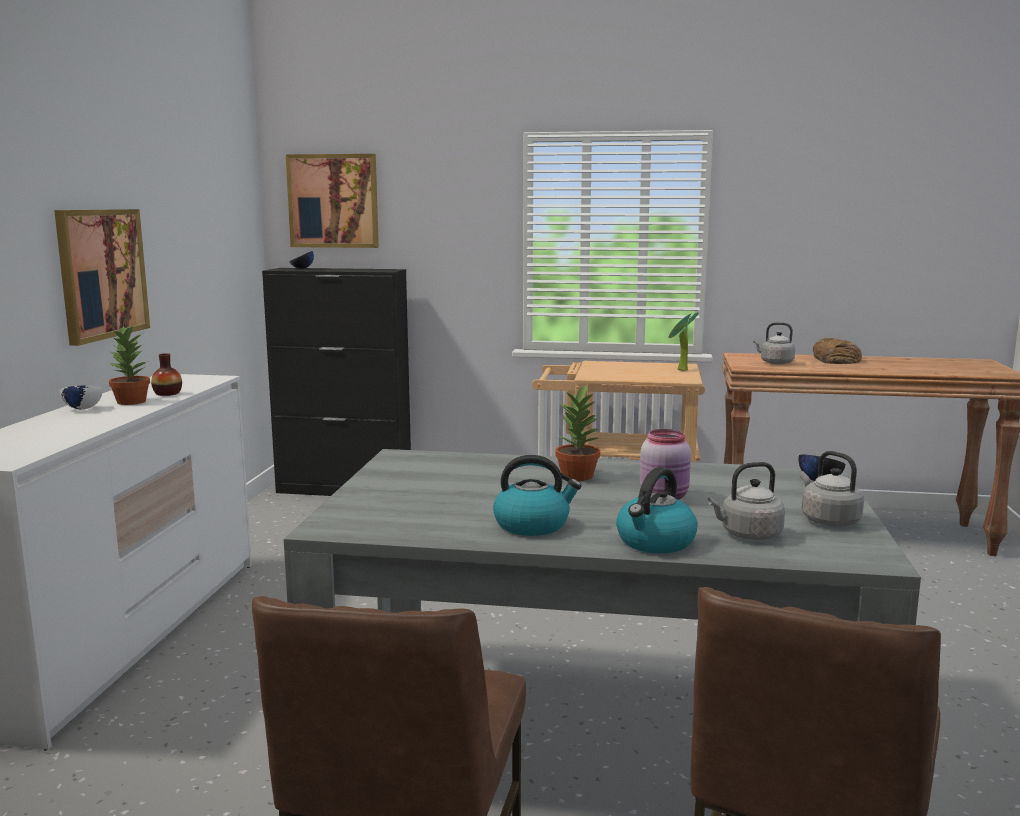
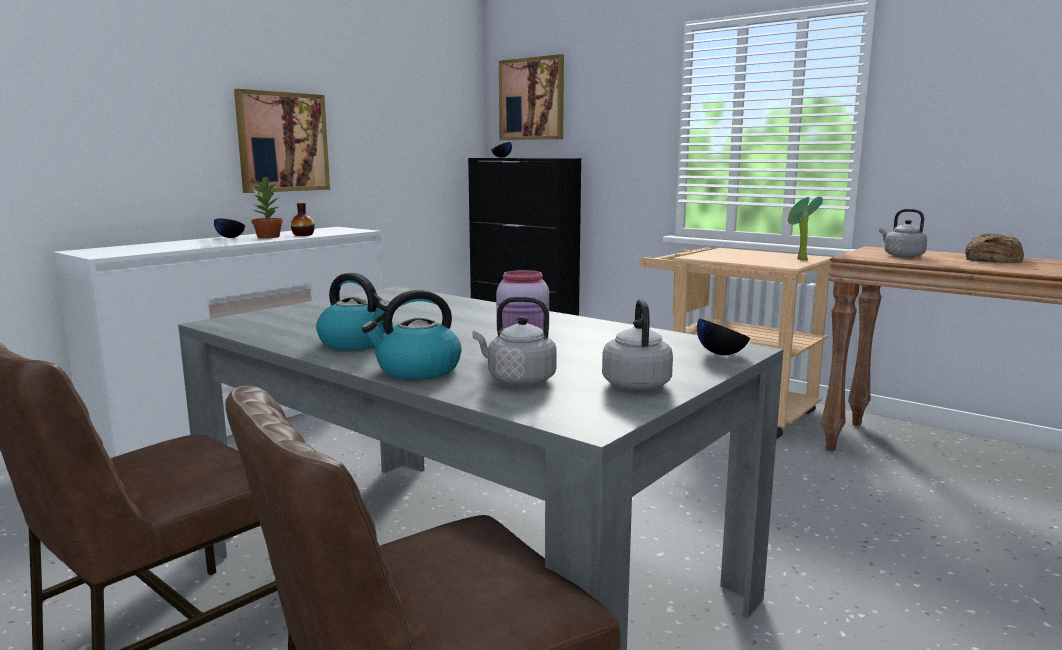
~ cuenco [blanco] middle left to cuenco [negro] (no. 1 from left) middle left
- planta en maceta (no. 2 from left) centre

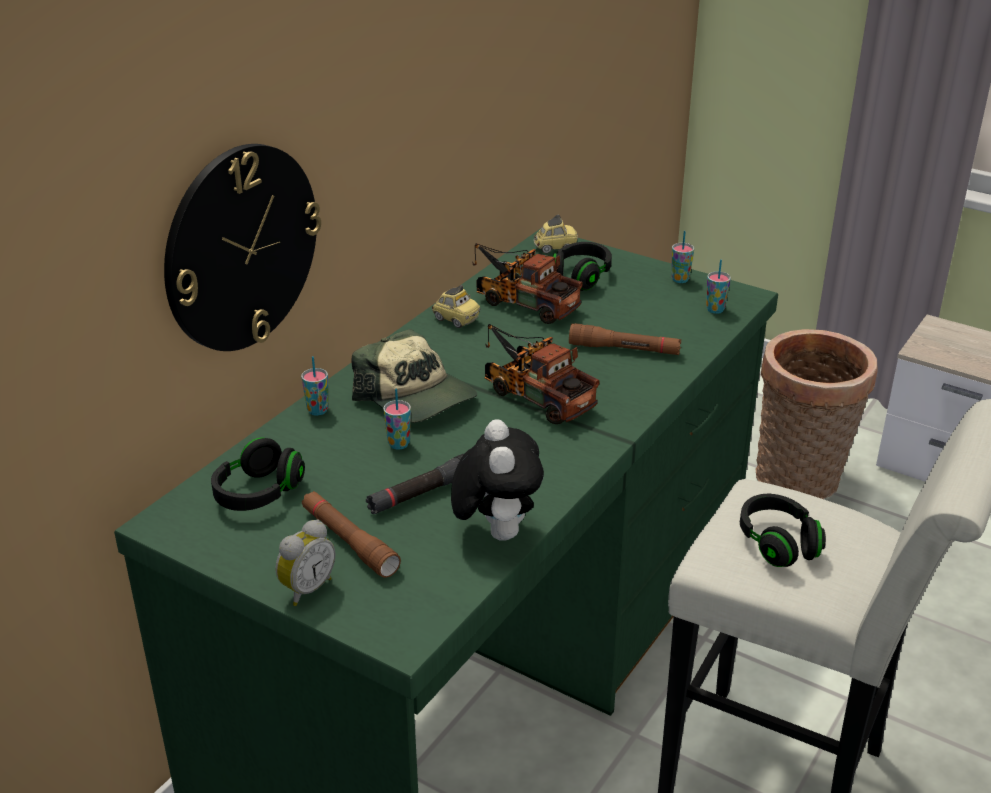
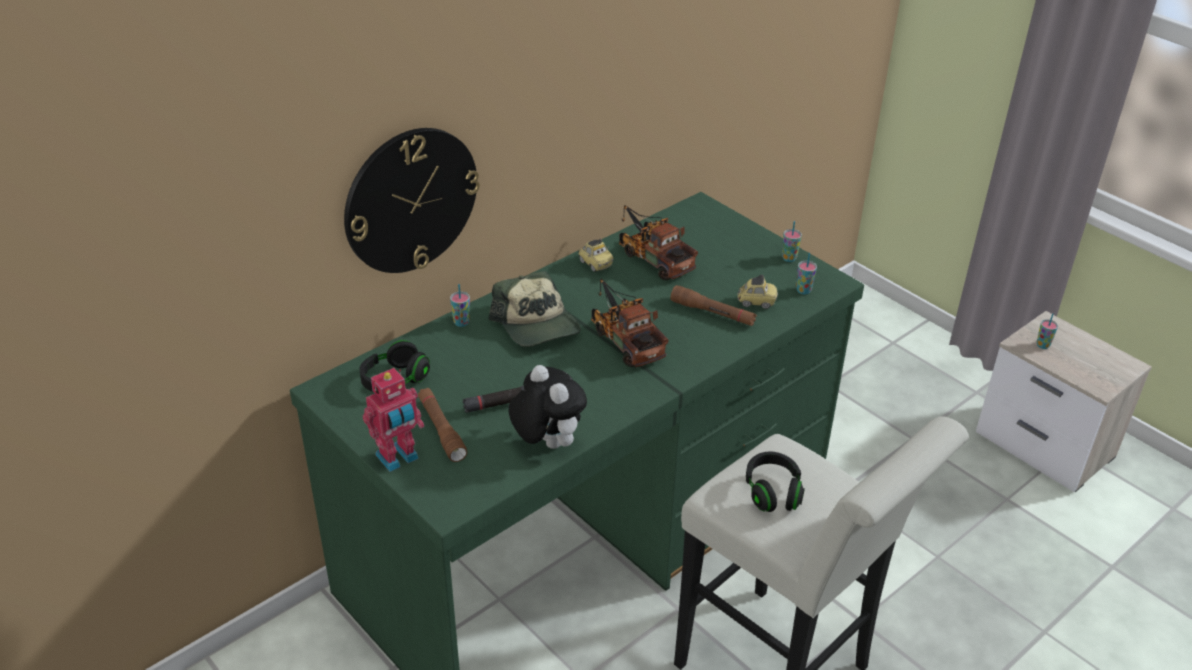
~ despertador bottom left to robot de juguete middle left
~ taza (no. 2 from left in the first image) centre to taza (no. 4 from left) middle right
~ peluche centre = centre 45 degrees counterclockwise
~ coche de juguete (no. 2 from left) top centre to centre
- auriculares [negro] (no. 2 from left) centre
- cesta middle right

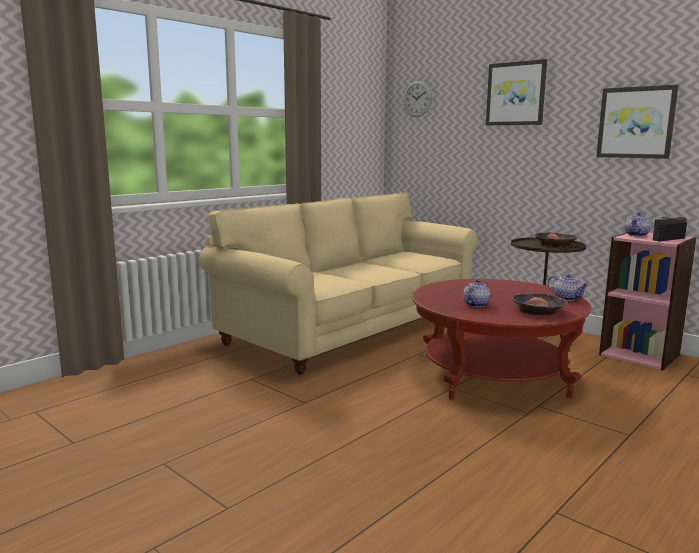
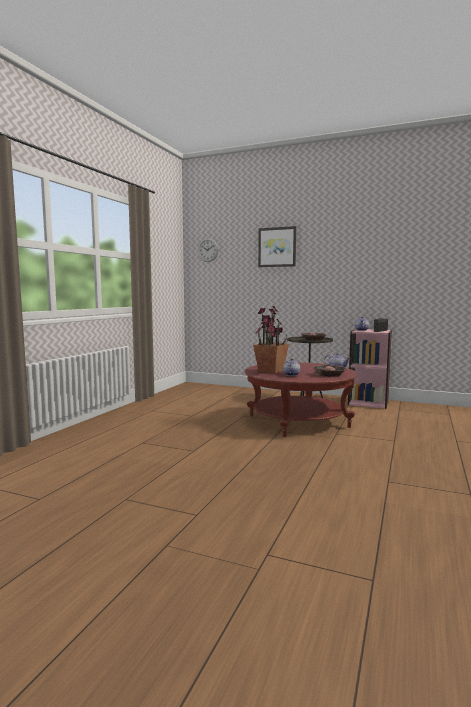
- sofá [beis] centre
- cuadro (no. 2 from left) top right
+ planta en maceta centre

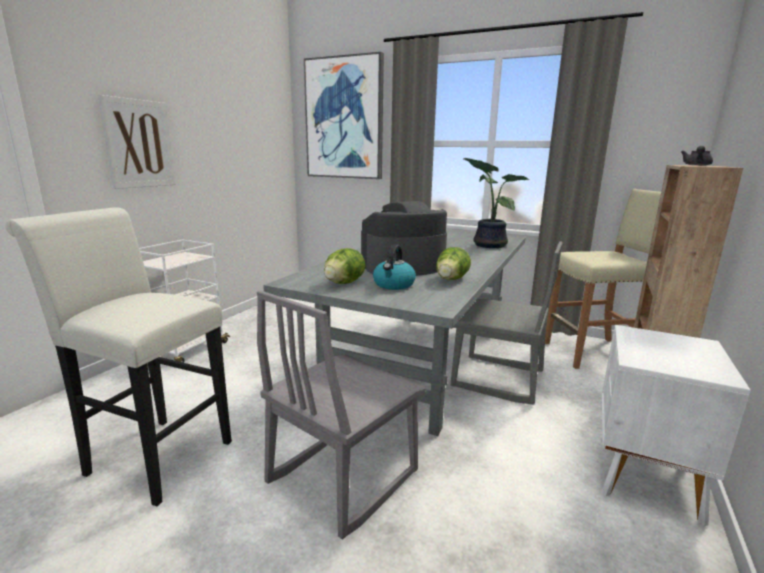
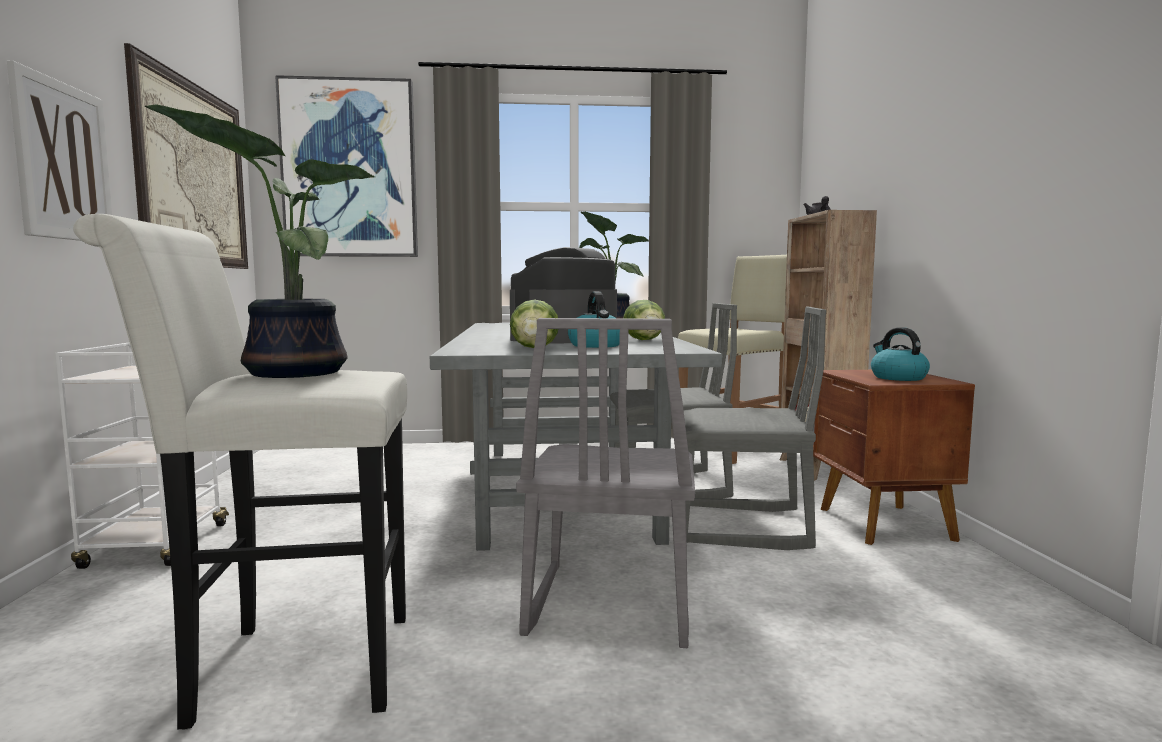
~ mesita de noche [blanco] bottom right to mesita de noche [marrón] middle right
+ cuadro (no. 2 from left) top left
+ planta en maceta (no. 1 from left) top left
+ silla [gris] (no. 3 from left) centre
+ hervidor (no. 2 from left) middle right

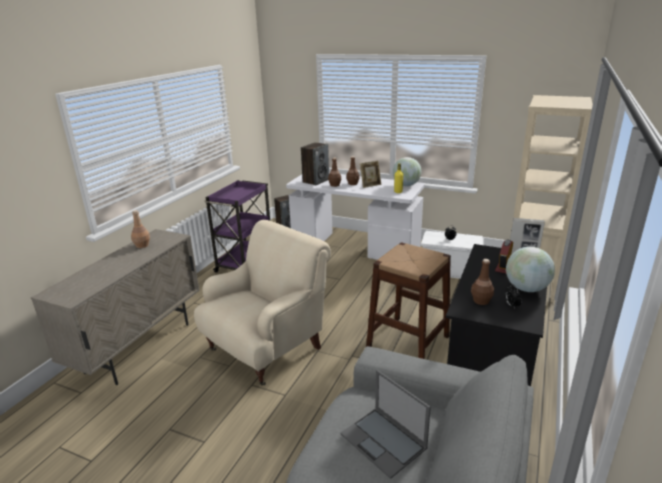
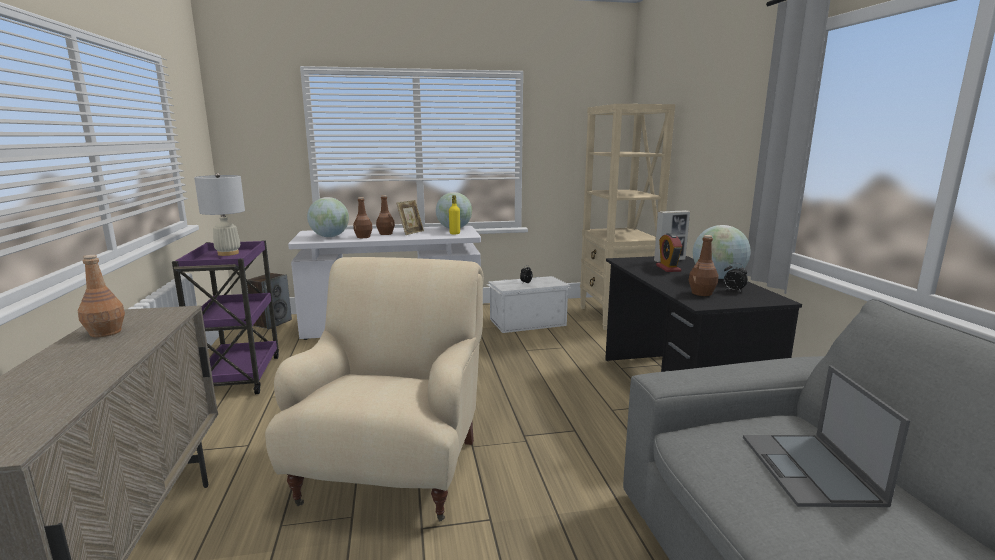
~ altavoz (no. 2 from left) centre to globo terráqueo (no. 1 from left) middle left
~ portátil bottom centre = bottom right 75 degrees clockwise
- taburete [marrón] centre
+ lámpara de mesa [blanco] middle left

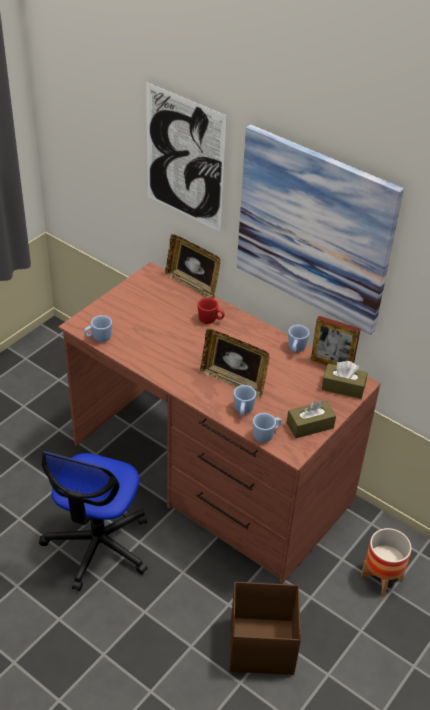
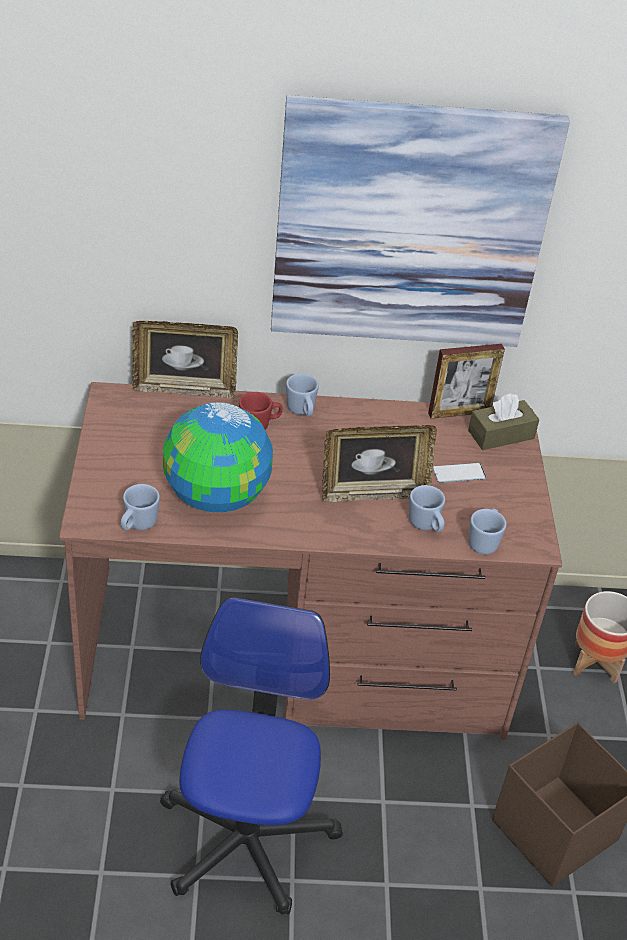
~ silla de oficina bottom left = bottom centre 150 degrees counterclockwise
- cuadro (no. 1 from left) top centre
- caja de pañuelos [marrón] (no. 1 from left) middle right
~ taza grande [azul] (no. 4 from left in the first image) middle right to taza grande [azul] (no. 2 from left) centre
+ globo terráqueo centre
+ móvil middle right

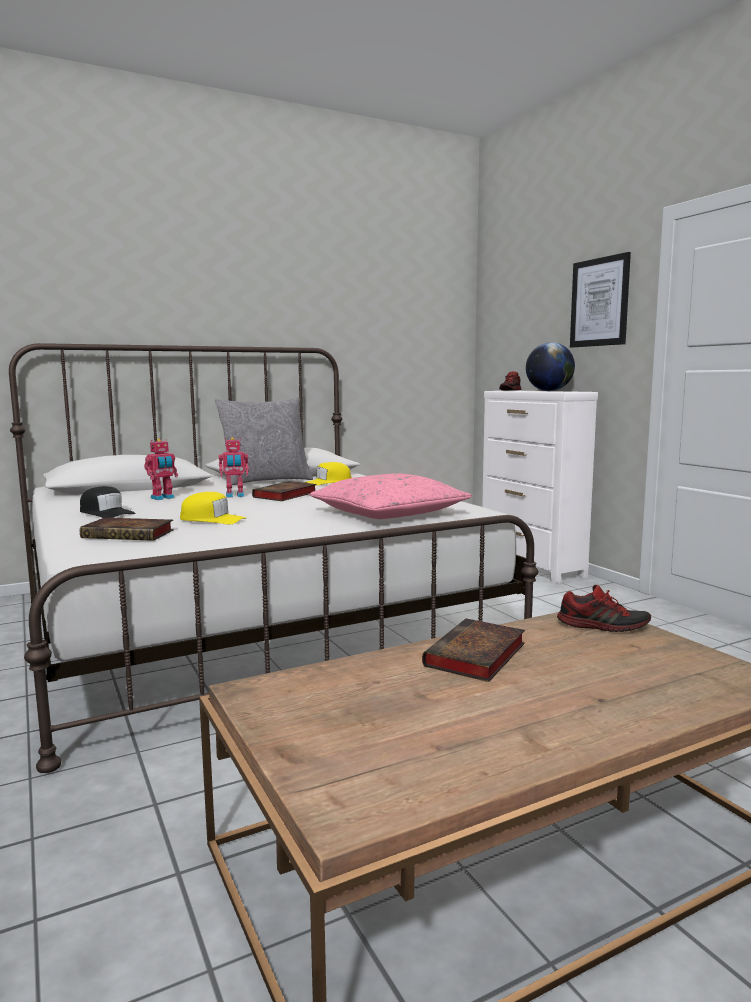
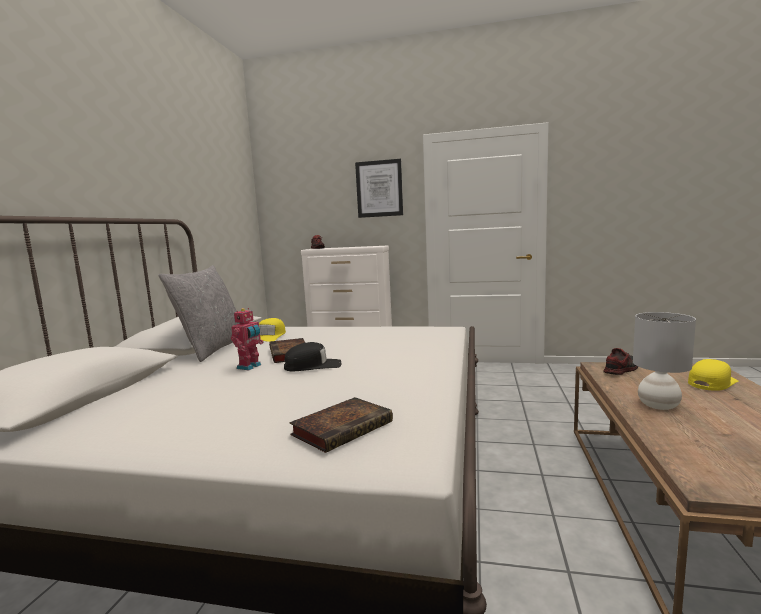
~ gorra [negro] middle left to centre
- robot de juguete (no. 1 from left) middle left
~ gorra [amarillo] (no. 1 from left in the first image) middle left to gorra [amarillo] (no. 2 from left) middle right
- cojín [rosa] centre
~ libro (no. 3 from left) centre to lámpara de mesa [gris] middle right
- globo terráqueo middle right

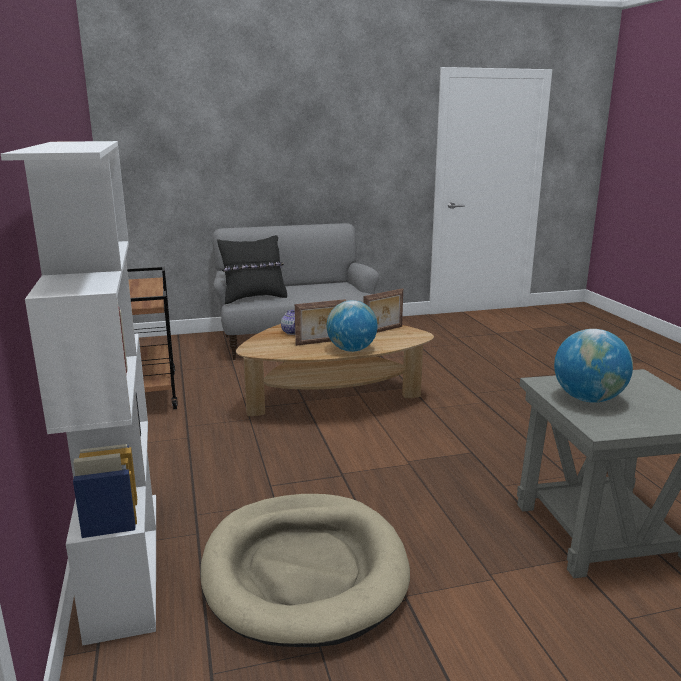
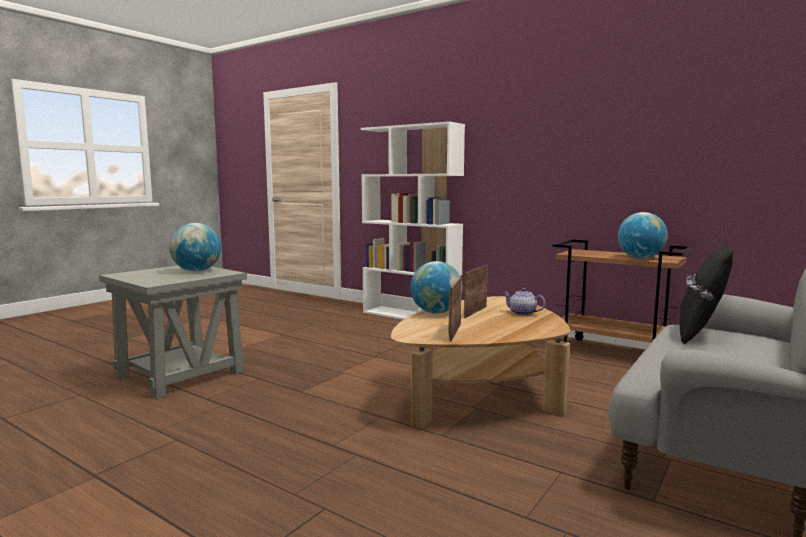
- cama para perro [beis] bottom centre
+ globo terráqueo (no. 3 from left) middle right

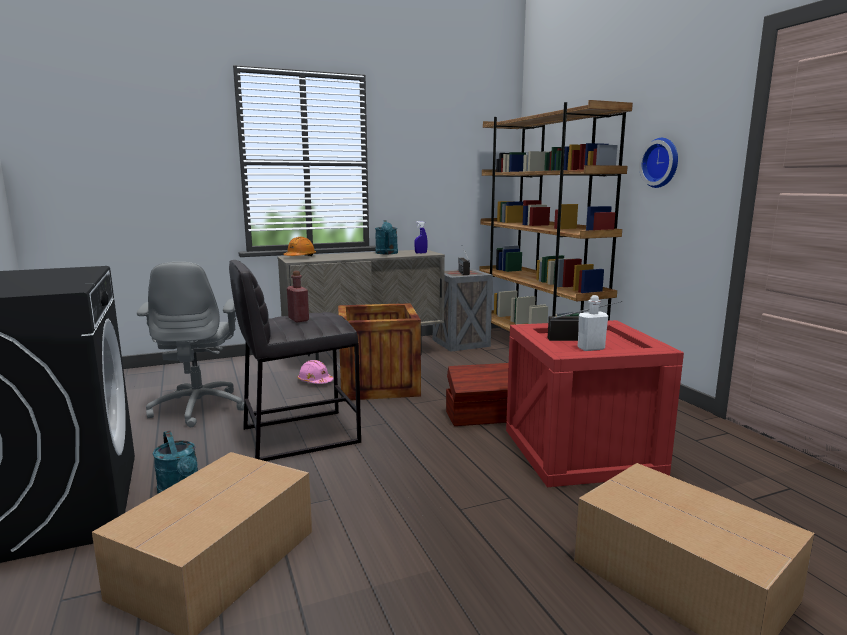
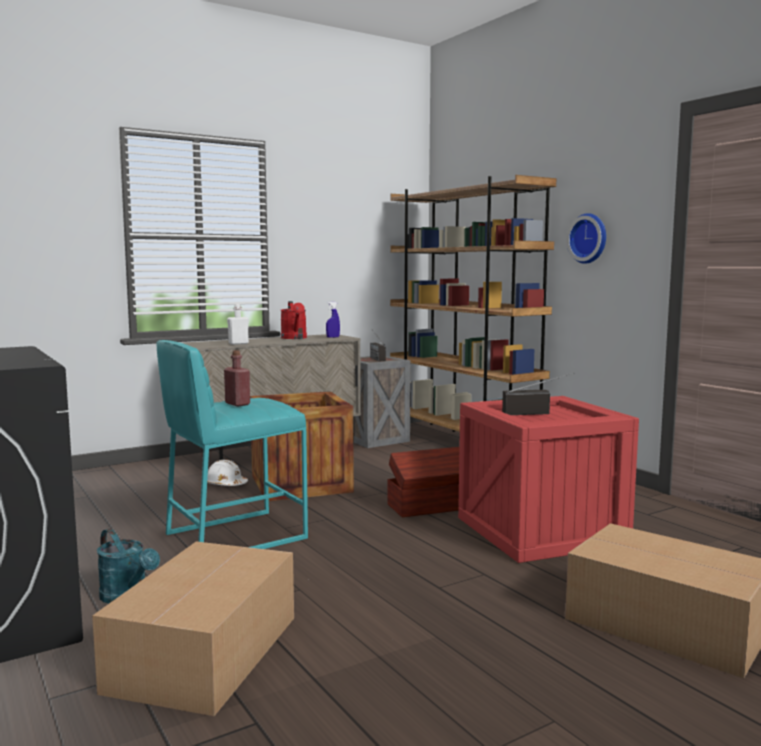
- silla de oficina [gris] middle left
~ taburete [gris] centre to taburete [turquesa] middle left
- casco [naranja] centre
~ casco [rosa] centre to casco [blanco] middle left
~ regadera [turquesa] (no. 2 from left) centre to regadera [rojo] centre
~ botella [blanco] middle right to middle left

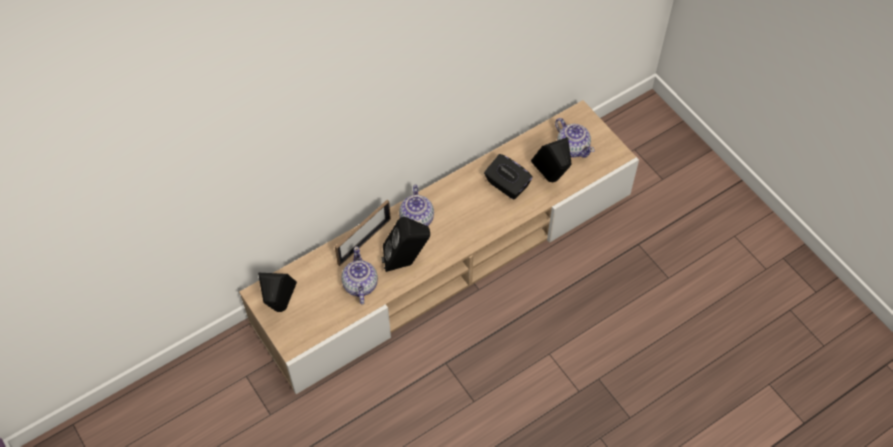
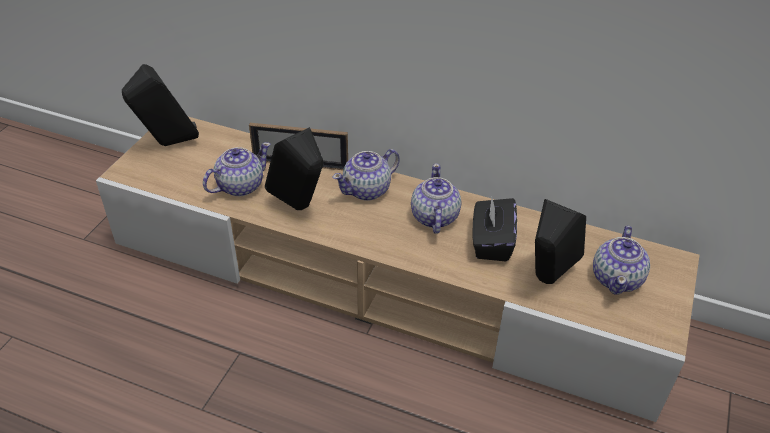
+ tetera (no. 3 from left) centre

